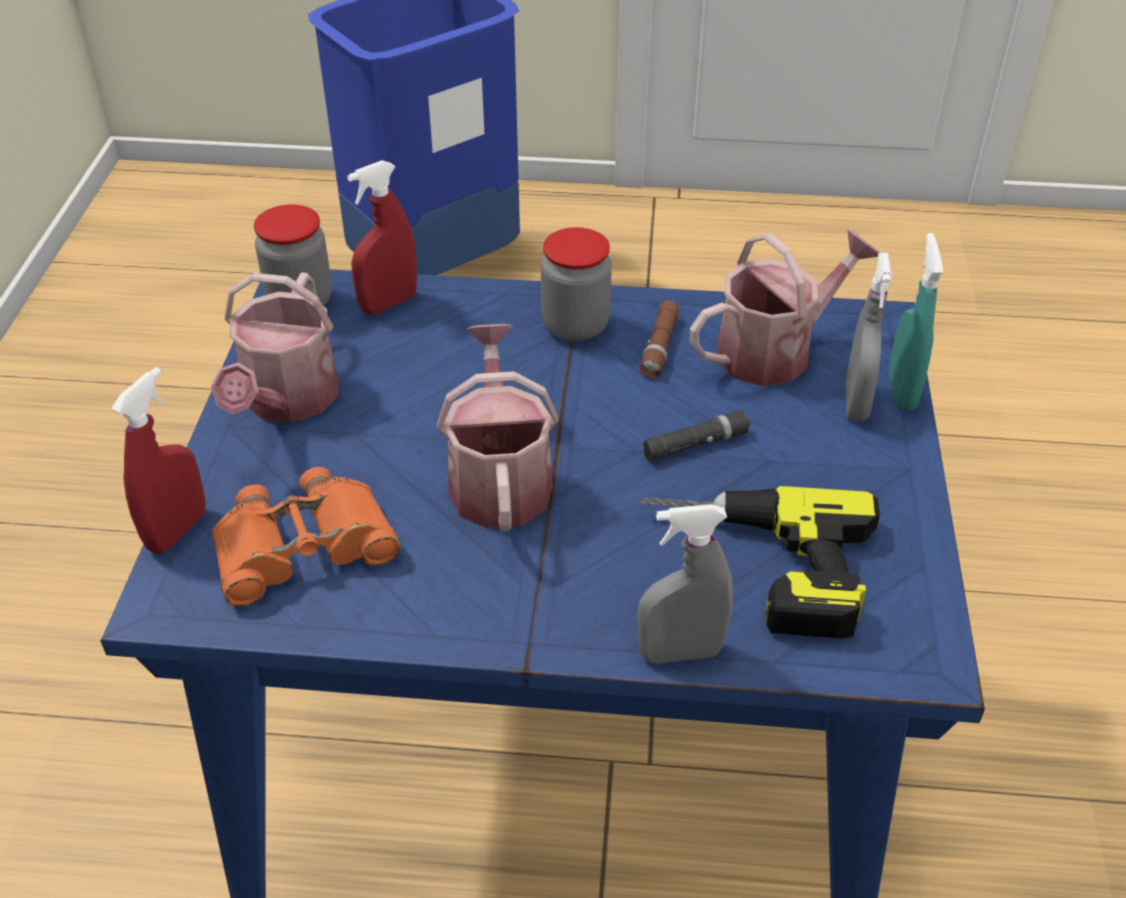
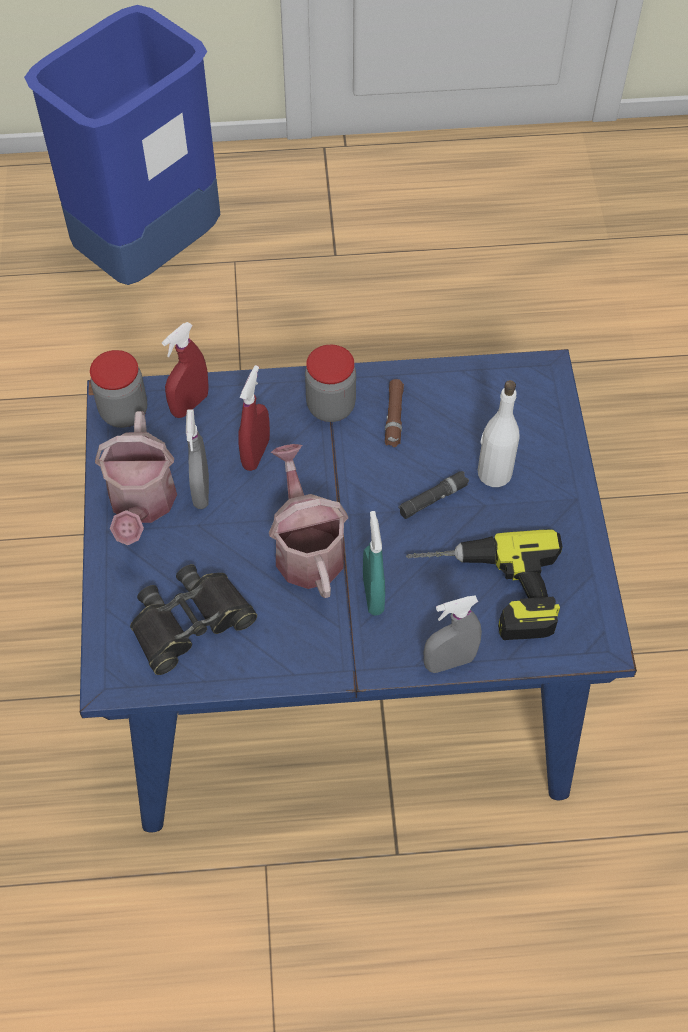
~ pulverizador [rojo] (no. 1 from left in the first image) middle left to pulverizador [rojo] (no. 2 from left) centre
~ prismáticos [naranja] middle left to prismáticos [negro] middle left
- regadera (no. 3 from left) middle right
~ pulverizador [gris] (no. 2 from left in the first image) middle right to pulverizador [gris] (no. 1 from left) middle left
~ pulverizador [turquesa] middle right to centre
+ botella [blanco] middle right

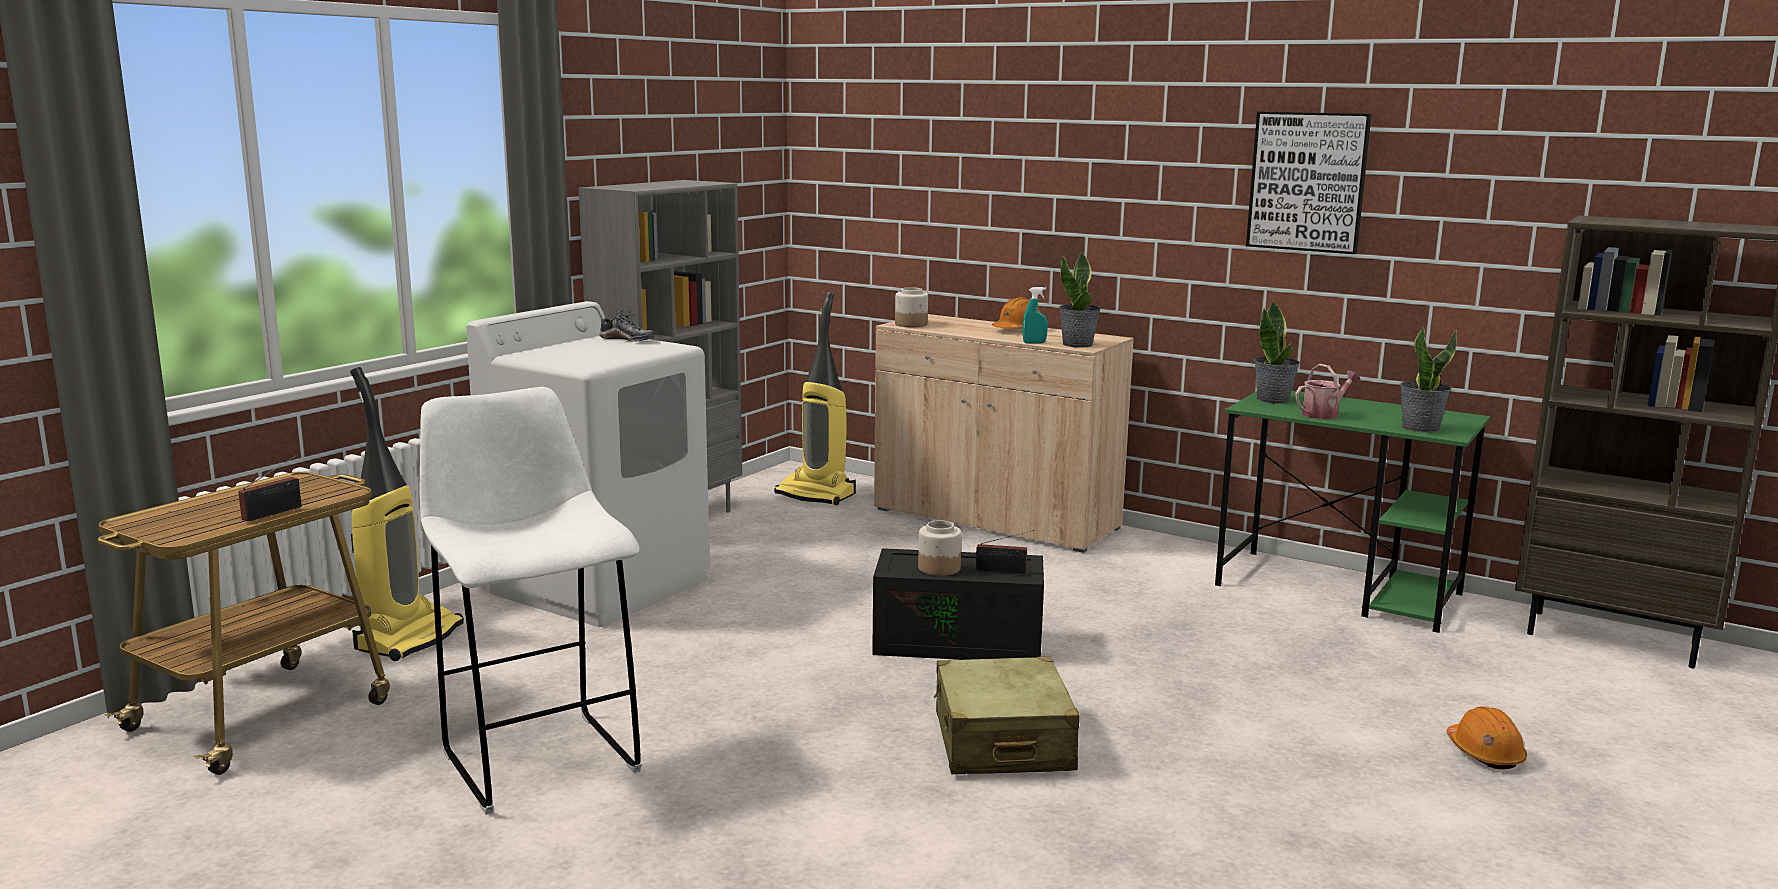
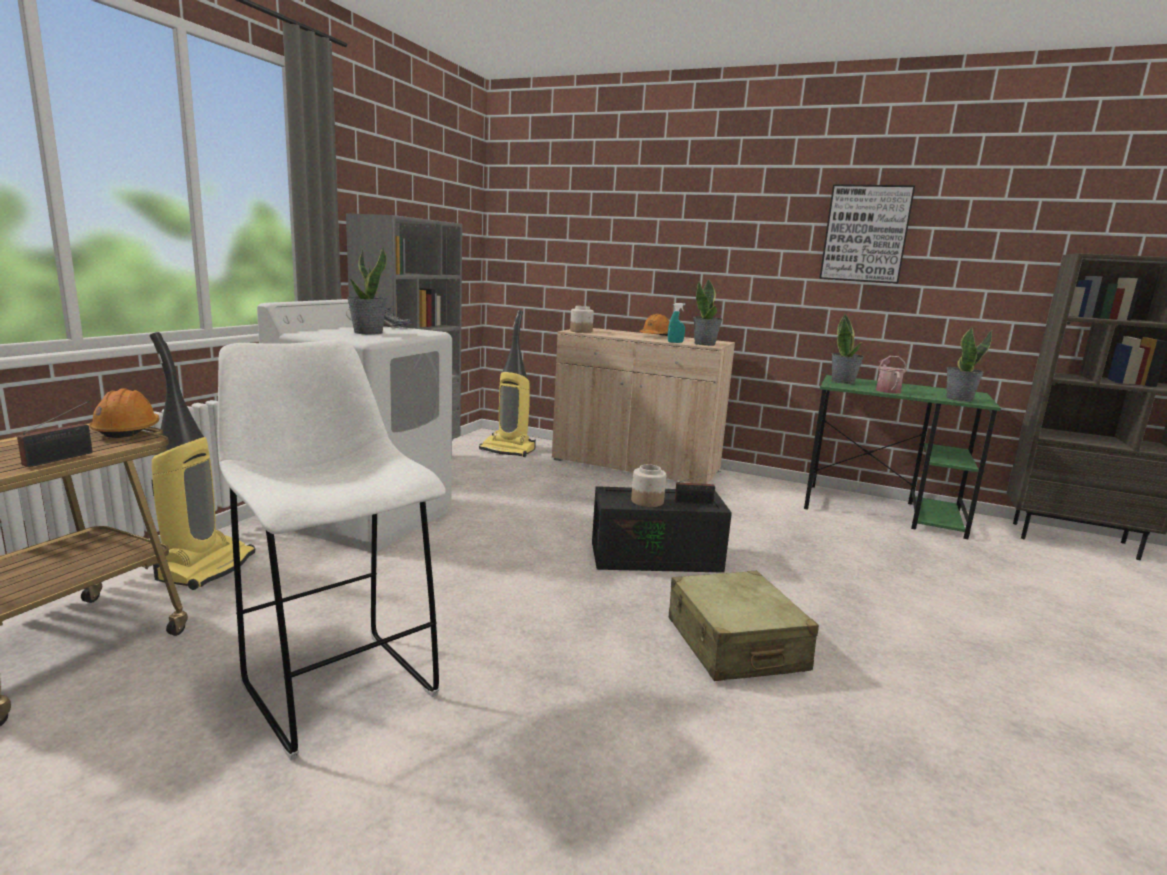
~ regadera middle right = middle right 45 degrees counterclockwise
~ casco [naranja] (no. 2 from left in the first image) bottom right to casco [naranja] (no. 1 from left) middle left
+ planta en maceta (no. 1 from left) top left

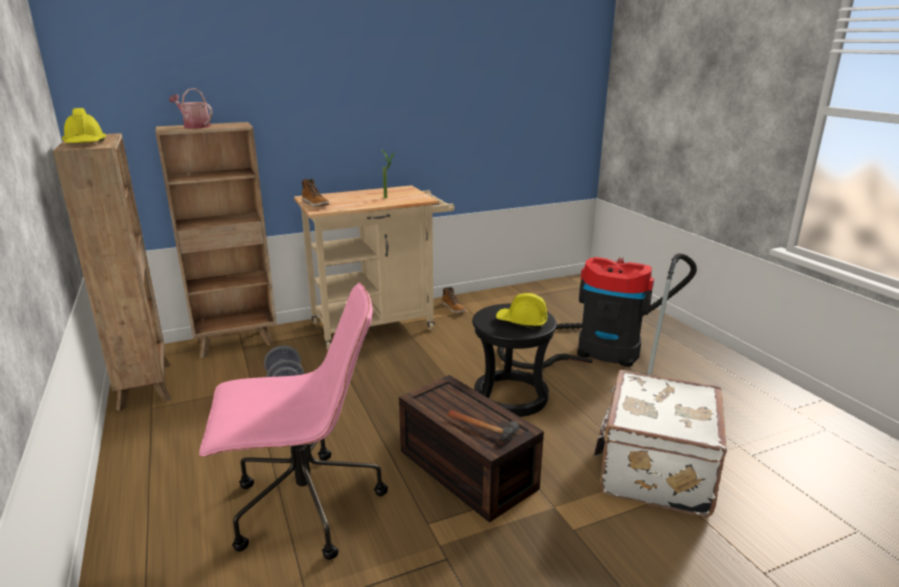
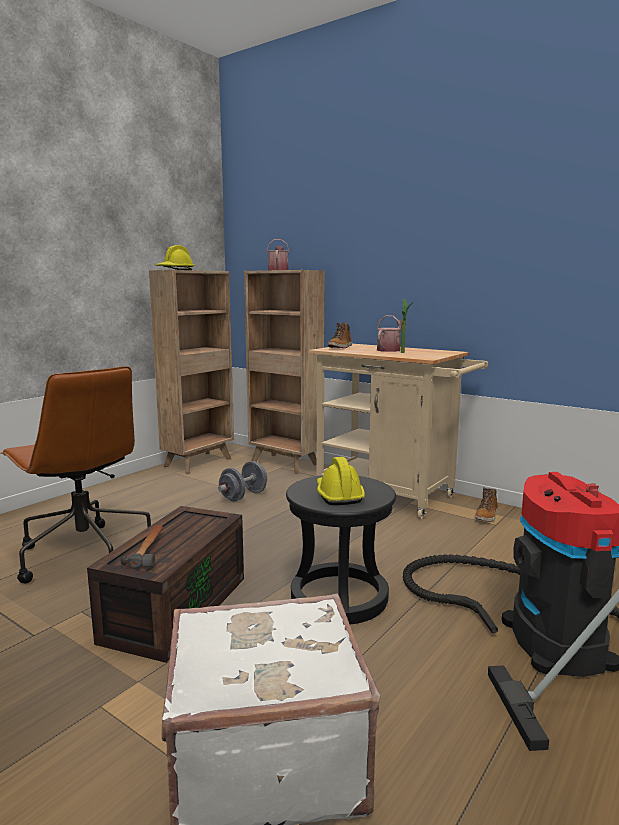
~ silla de oficina [rosa] bottom left to silla de oficina [marrón] middle left
+ regadera (no. 2 from left) centre

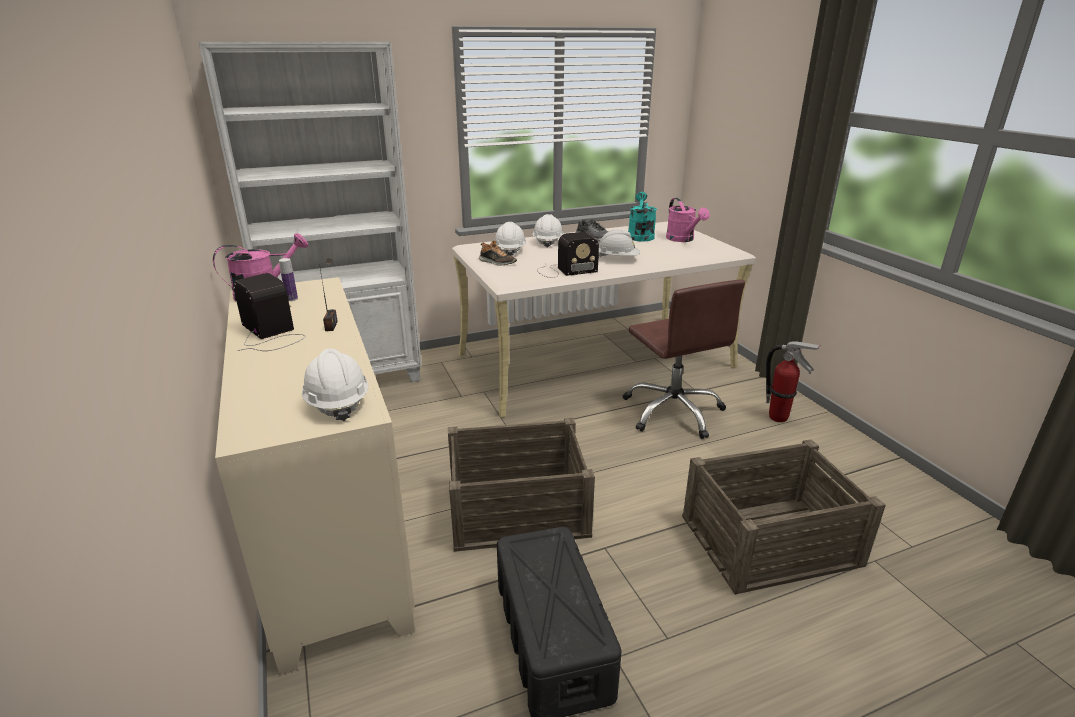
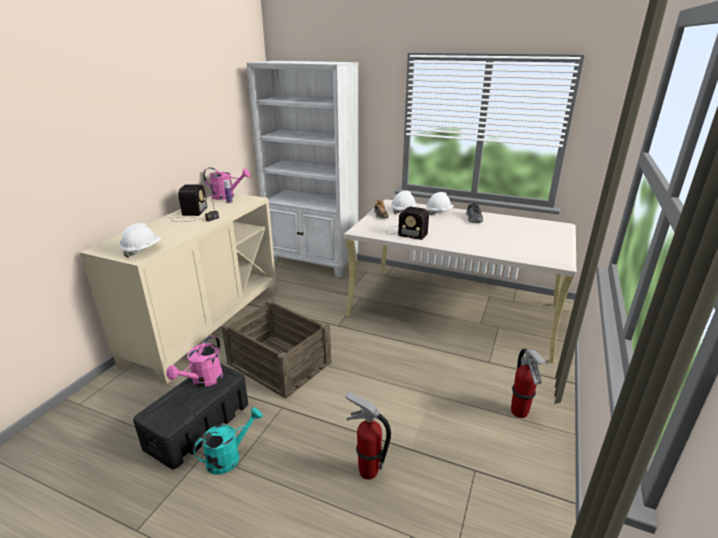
- casco [blanco] (no. 4 from left) centre
- silla de oficina [marrón] centre
~ regadera [turquesa] top centre to bottom left
~ regadera [rosa] (no. 2 from left in the first image) top centre to regadera [rosa] (no. 1 from left) bottom left
~ caja de embalaje (no. 2 from left) bottom right to extintor (no. 1 from left) bottom centre

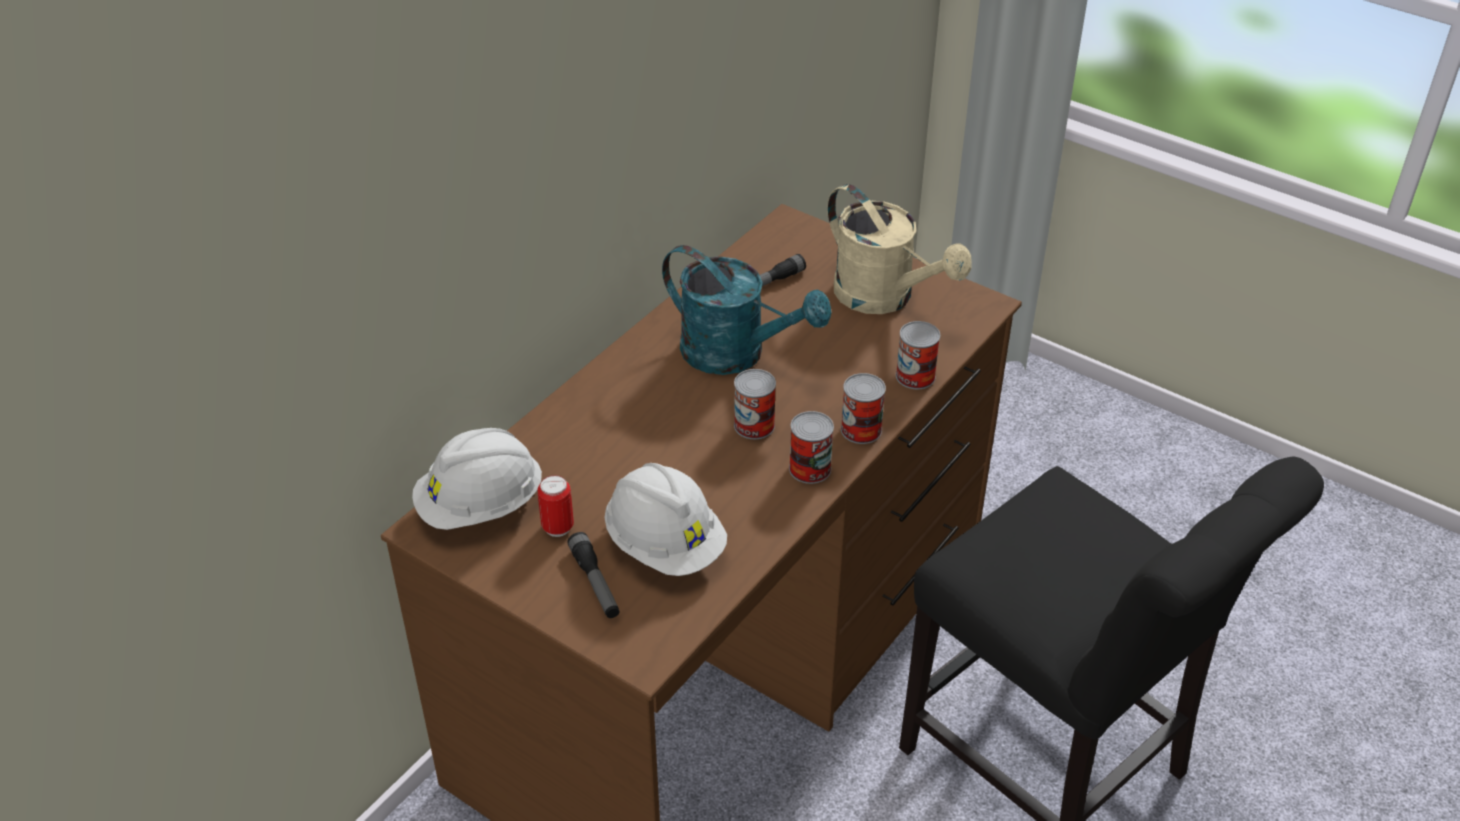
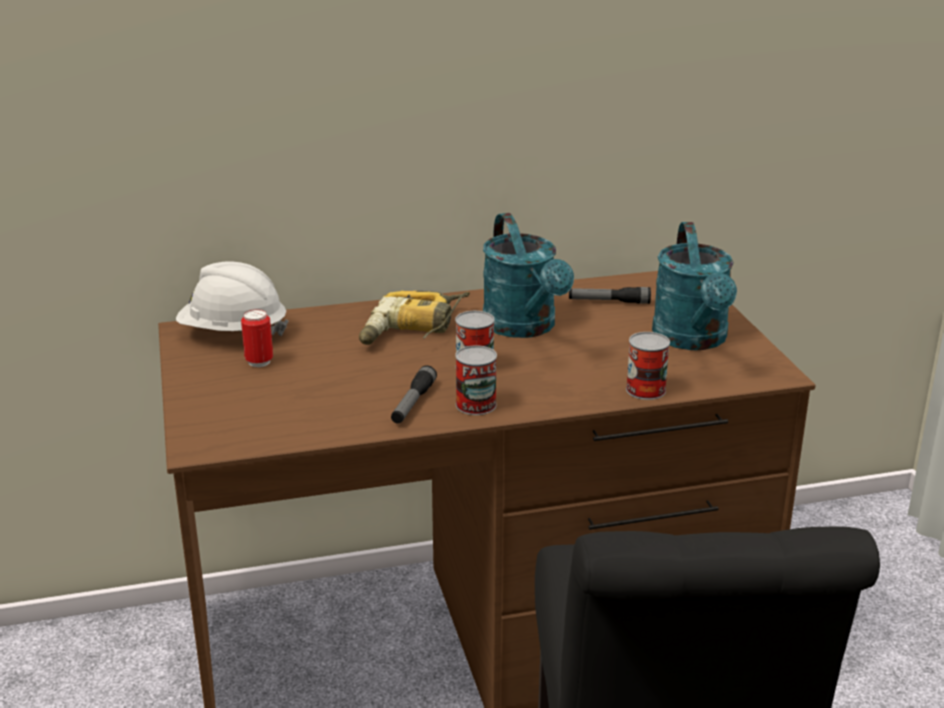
~ linterna (no. 1 from left) bottom centre to centre
- casco [blanco] (no. 2 from left) centre
~ regadera [beis] top centre to regadera [turquesa] (no. 2 from left) middle right
- lata (no. 4 from left) centre
+ taladro centre

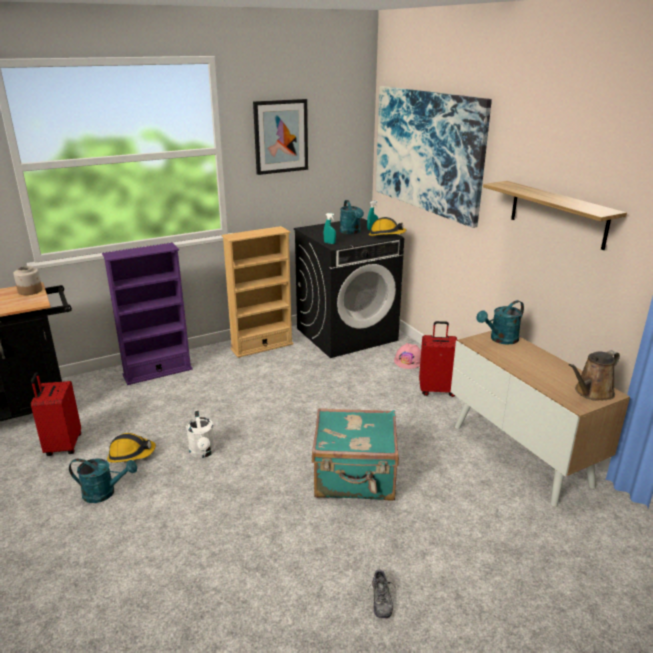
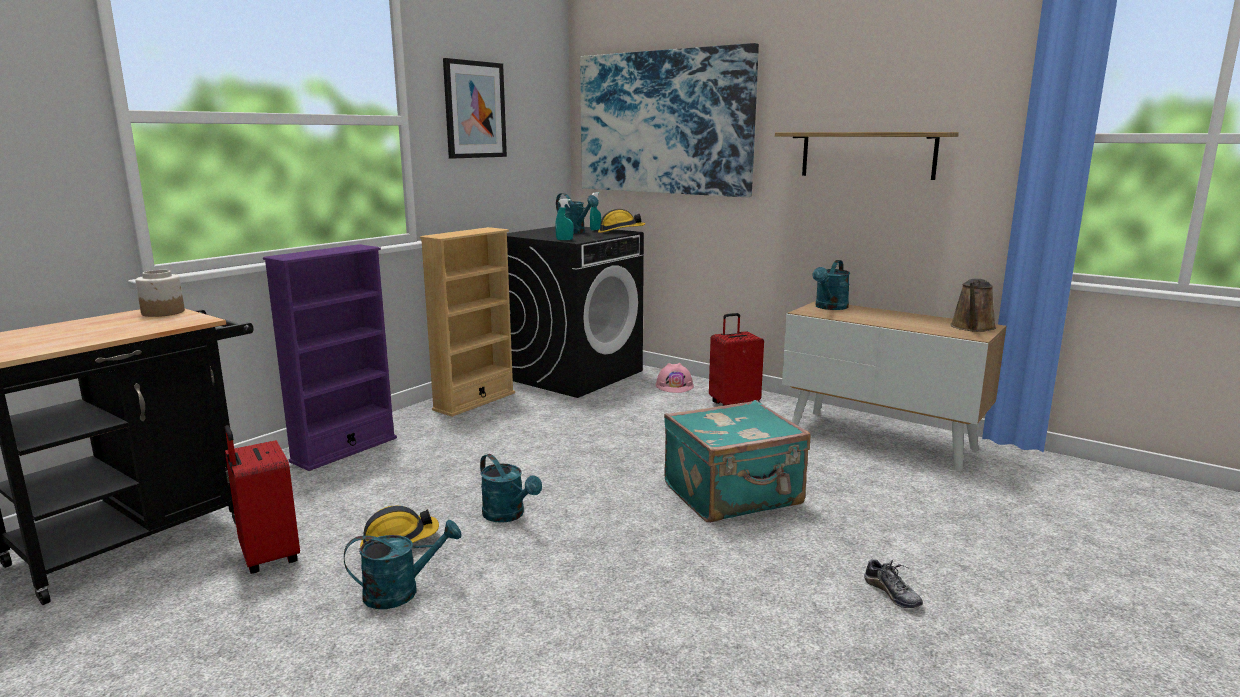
~ regadera [blanco] middle left to regadera [turquesa] (no. 2 from left) bottom centre

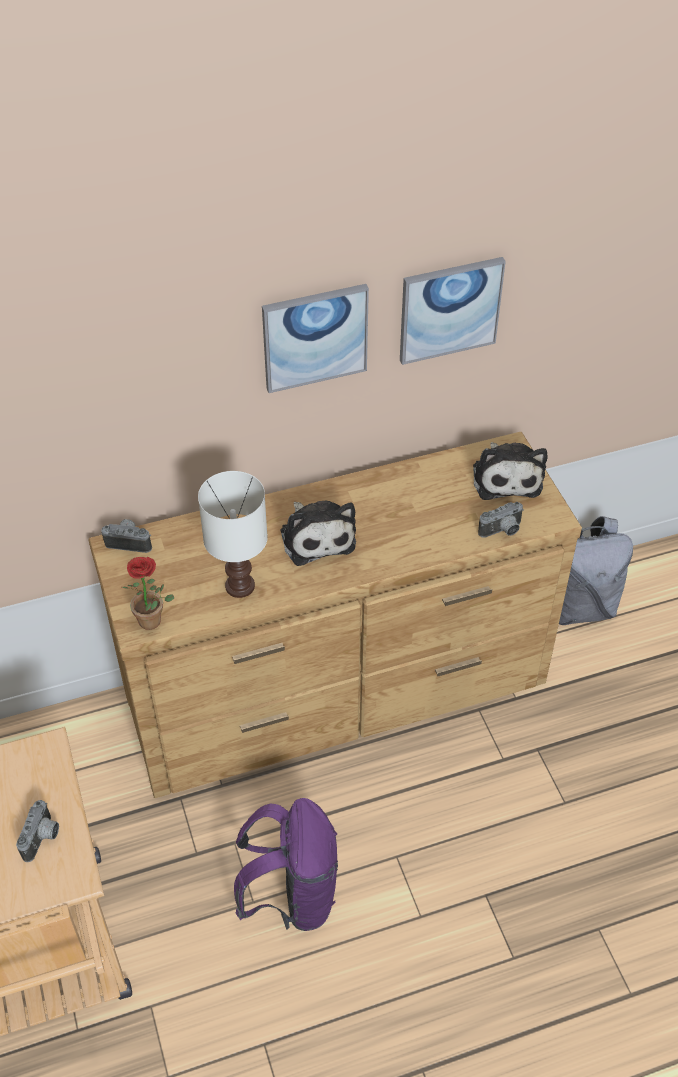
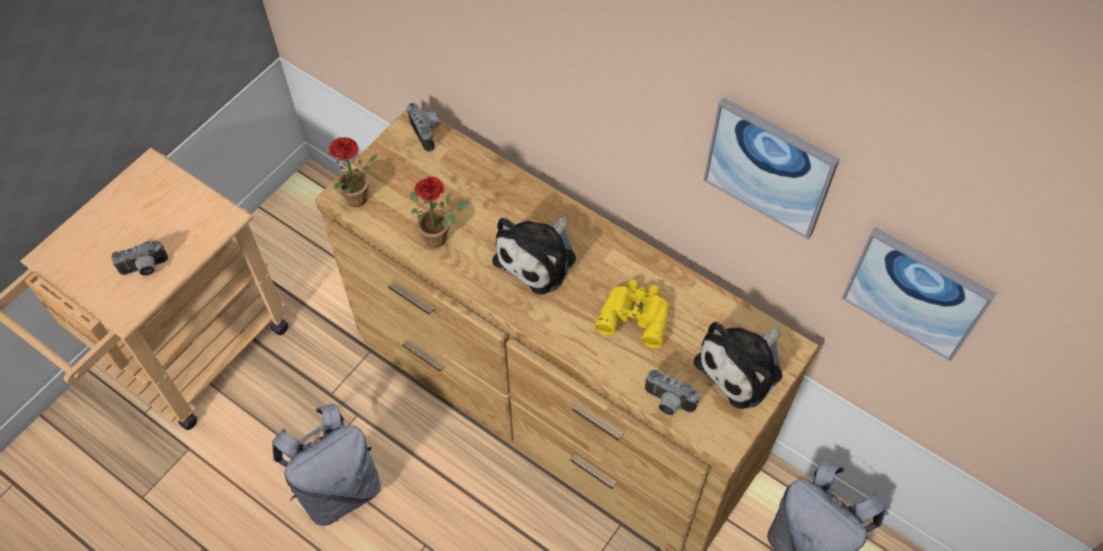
~ lámpara de mesa [blanco] centre to planta en maceta (no. 2 from left) centre
~ mochila [morado] bottom centre to mochila [gris] (no. 1 from left) bottom left
~ cuadro (no. 1 from left in the first image) top centre to cuadro (no. 2 from left) middle right
+ prismáticos [amarillo] centre

